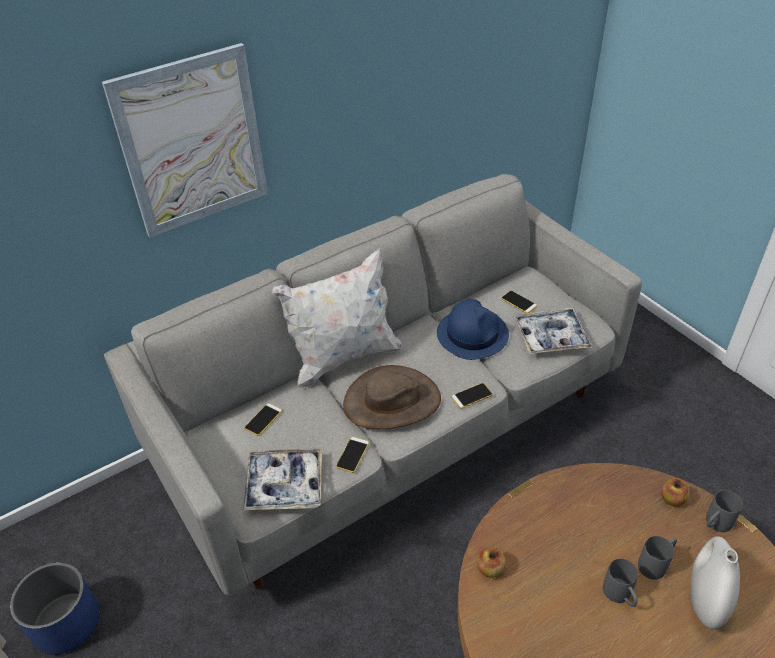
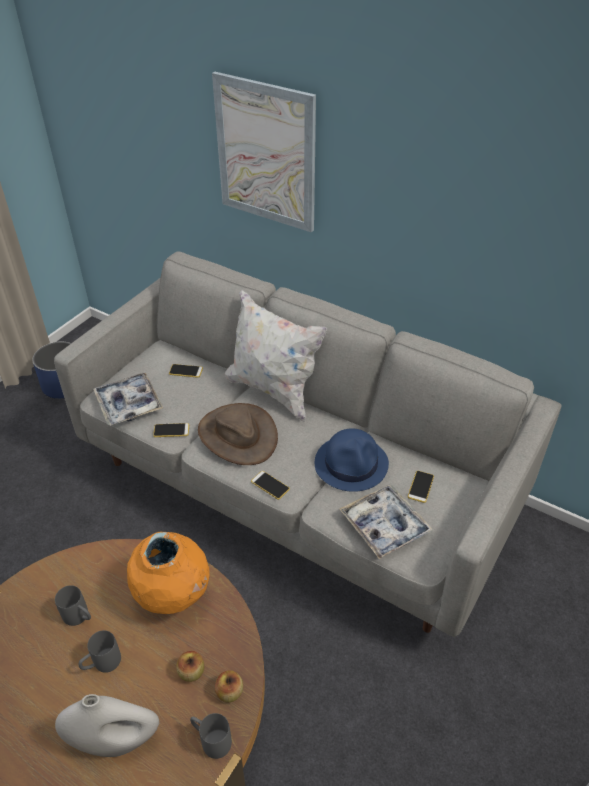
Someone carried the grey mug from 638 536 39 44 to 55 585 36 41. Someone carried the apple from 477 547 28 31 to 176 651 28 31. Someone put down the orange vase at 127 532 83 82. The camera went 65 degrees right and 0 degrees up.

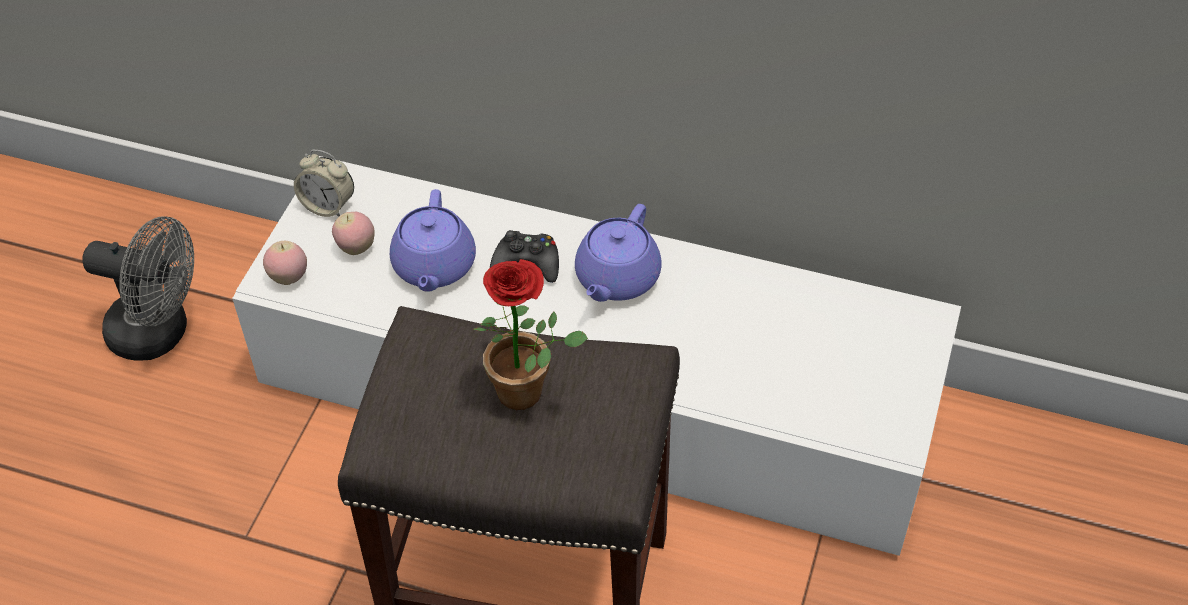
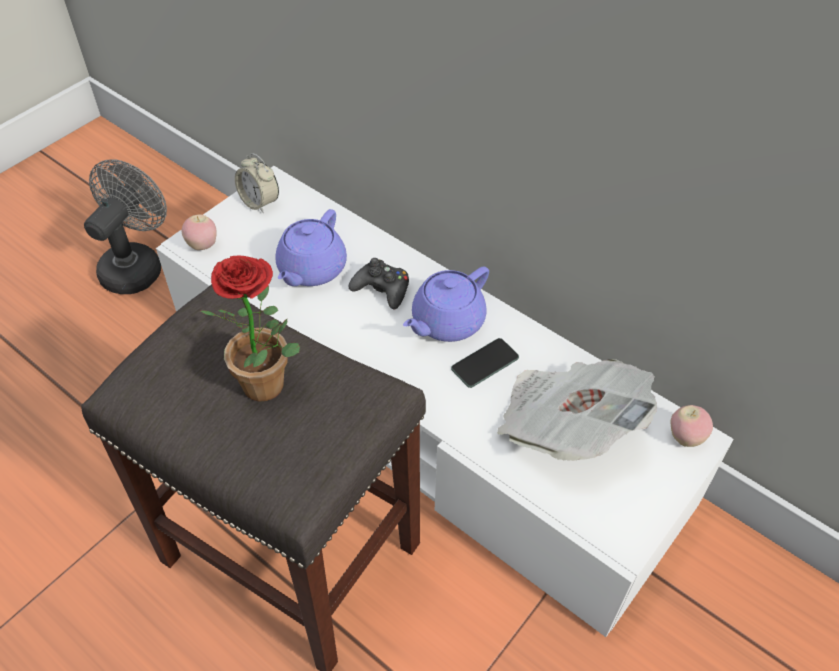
Someone carried the apple from 332 212 43 43 to 671 405 42 42. Someone rotated the grey fan at 82 216 112 145 by 105 degrees counterclockwise. Someone put down the phone at 451 338 68 50. Someone put down the newspaper at 497 359 160 102. The camera went 20 degrees right and 0 degrees up.

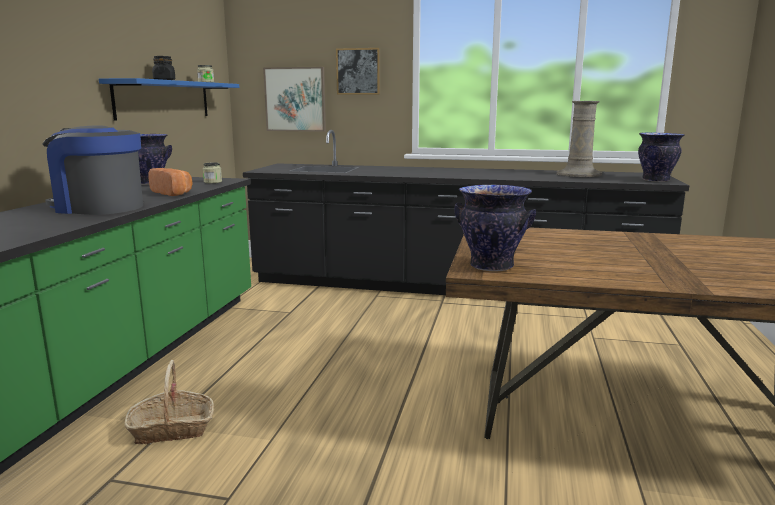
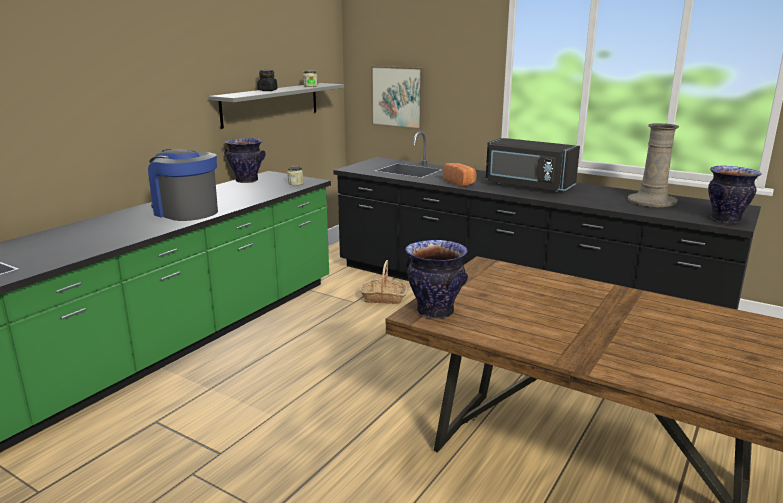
Someone took away the picture at 336 48 44 47. Someone repainted the blue shelf at 99 78 140 43, which became the grey shelf at 208 83 136 46. Someone carried the bread from 148 168 44 28 to 444 163 33 24. Someone carried the basket from 124 360 90 84 to 360 260 47 44. Someone put down the black microwave at 486 138 94 54. The camera went 20 degrees right and 5 degrees up.

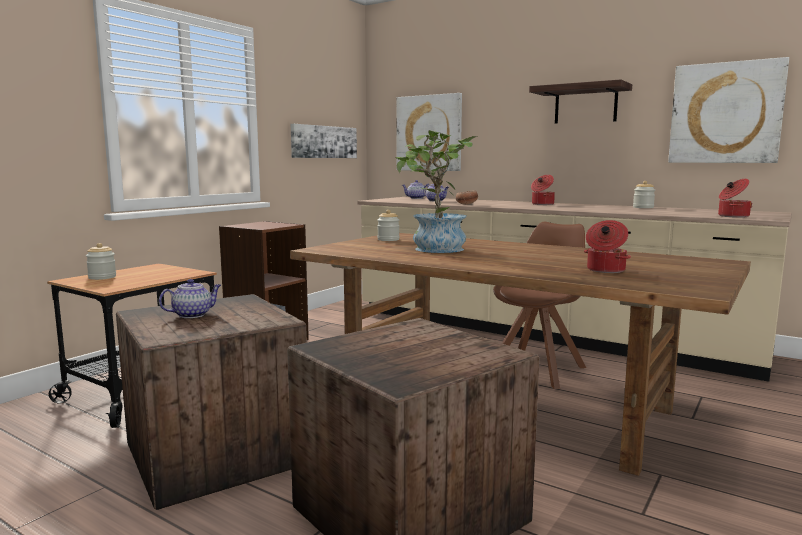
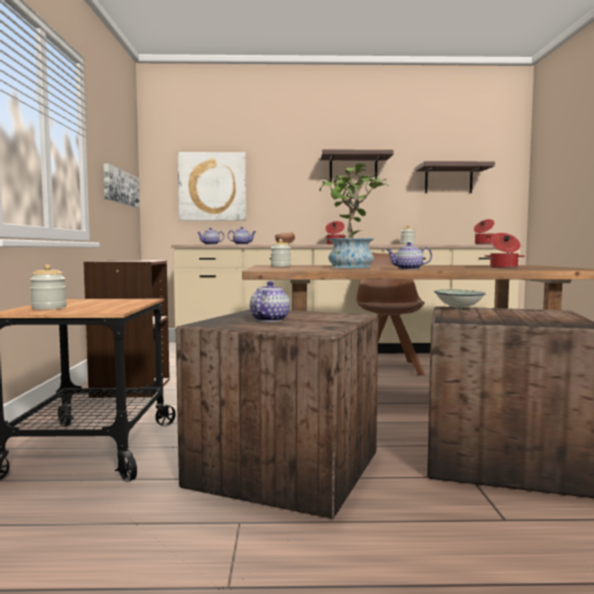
Someone swapped the picture at 668 57 121 106 for the shelf at 416 161 79 32. Someone put down the teapot at 386 242 46 28. Someone put down the bowl at 434 290 52 19. The camera went 35 degrees left and 5 degrees down.

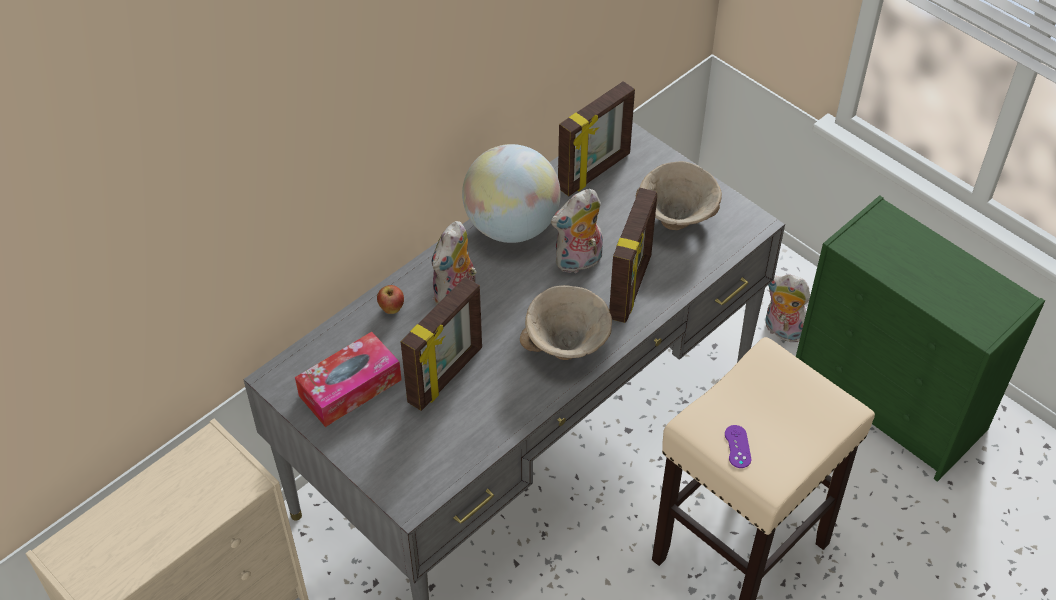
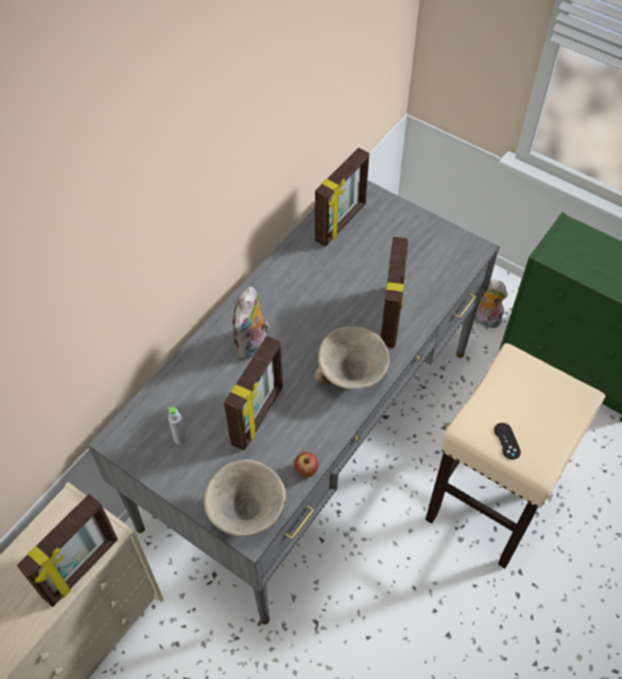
Someone took away the globe at 462 144 99 99. Someone carried the beige bowl from 636 161 86 69 to 203 459 83 78. Someone took away the plush toy at 551 189 52 84. Someone carried the apple from 377 285 27 29 to 294 452 24 26. Someone swapped the tissue box at 295 332 107 95 for the grey bottle at 167 407 20 38. Someone repainted the purple game controller at 725 425 26 43, which became the black game controller at 494 423 27 37. Someone put down the picture frame at 17 494 101 113. The camera went 10 degrees left and 5 degrees up.

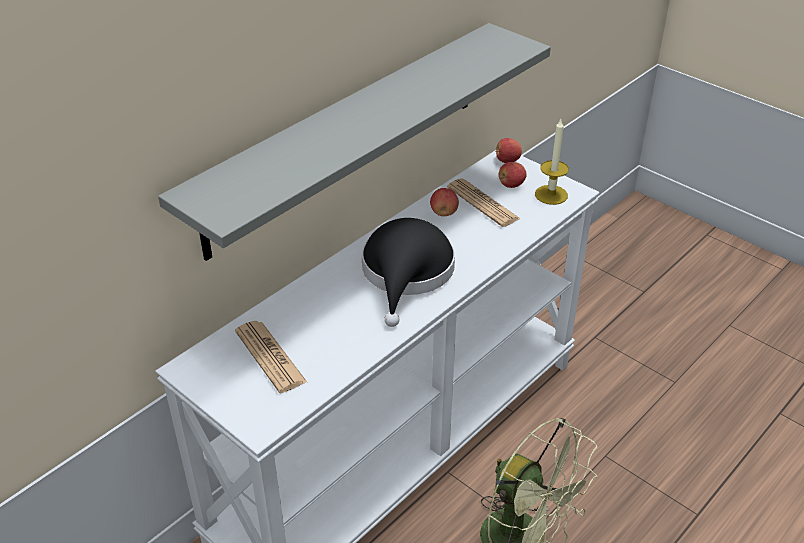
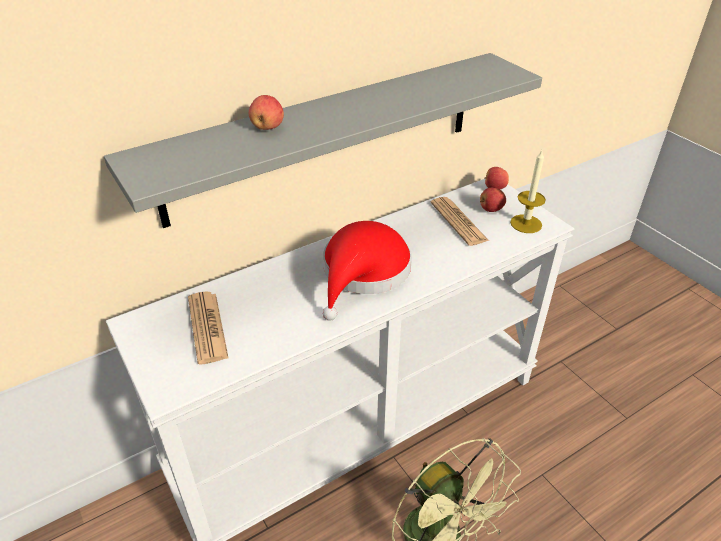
Someone carried the apple from 430 188 29 28 to 249 95 35 35. Someone repainted the black hat at 362 218 93 109, which became the red hat at 323 221 89 100. The camera went 15 degrees right and 0 degrees up.

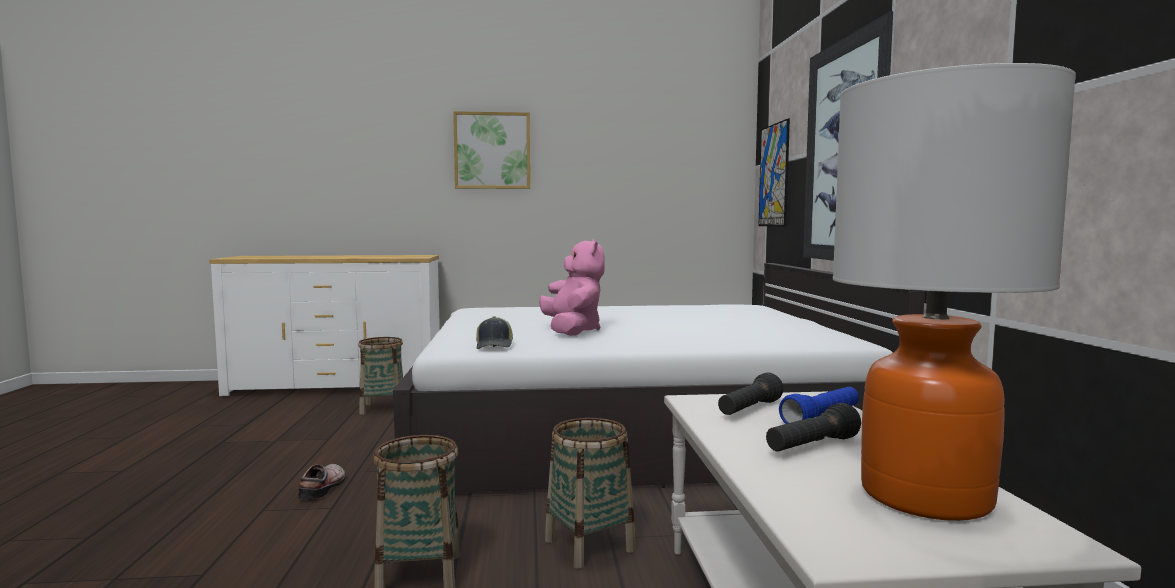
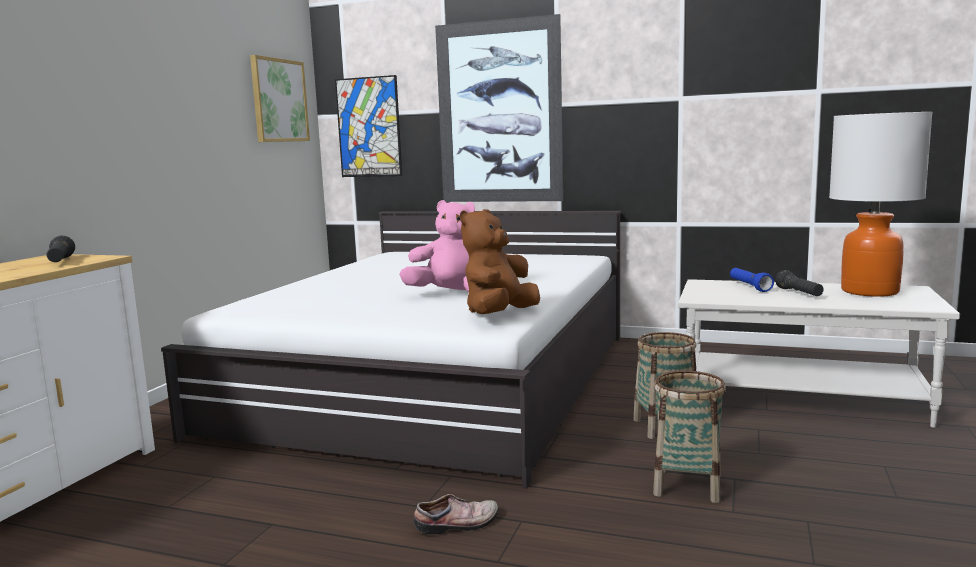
Someone carried the picture from 453 111 77 78 to 250 55 60 87. Someone swapped the cap at 476 316 37 33 for the brown plush toy at 460 209 80 105. Someone took away the basket at 358 337 45 78. Someone carried the black flashlight from 718 373 65 42 to 46 236 29 26. Someone rotated the shoe at 298 464 48 35 by 135 degrees clockwise. The camera went 65 degrees left and 5 degrees up.

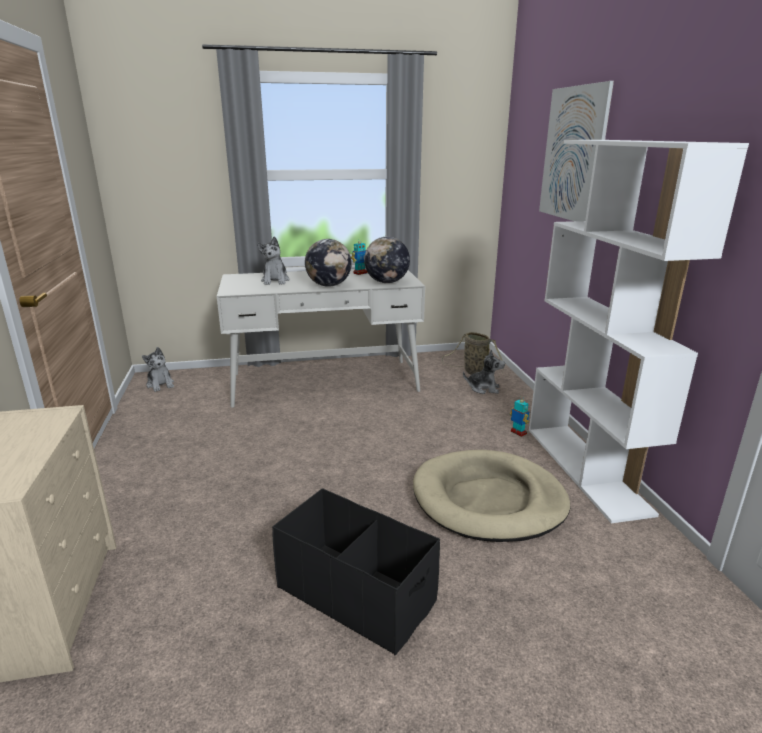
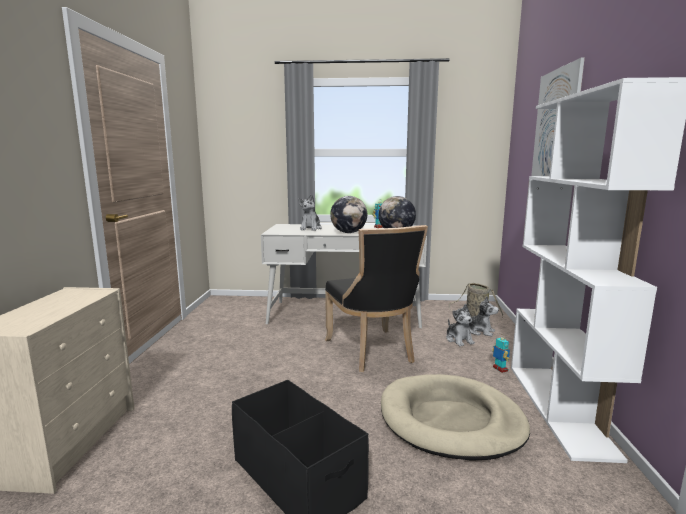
Someone carried the plush toy from 142 347 32 45 to 446 304 29 42. Someone put down the black chair at 325 225 103 147. The camera went 15 degrees right and 10 degrees down.

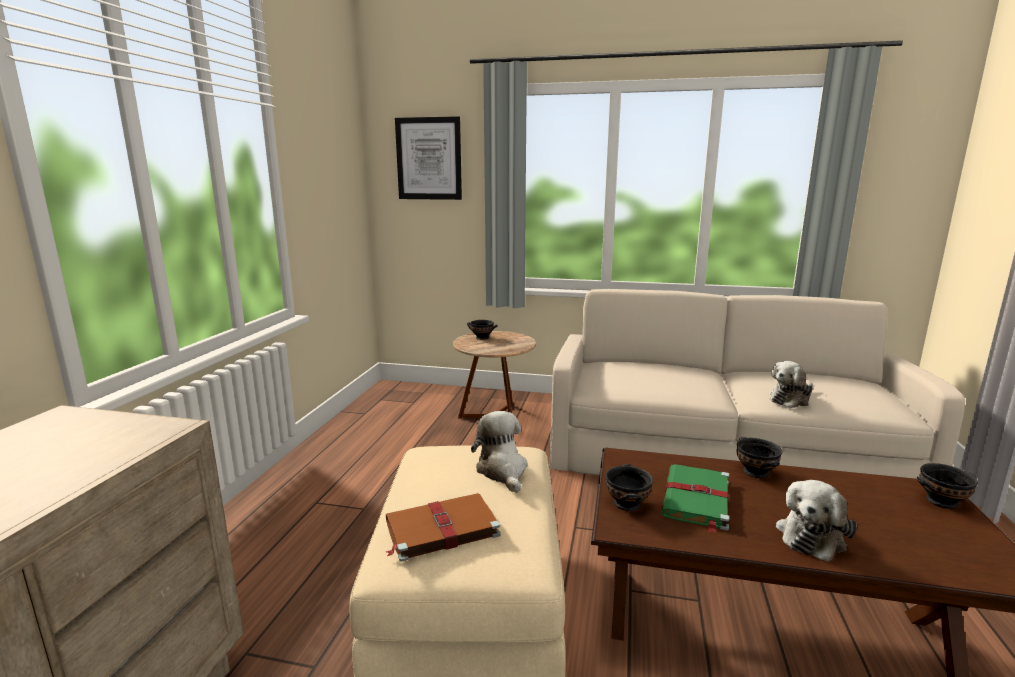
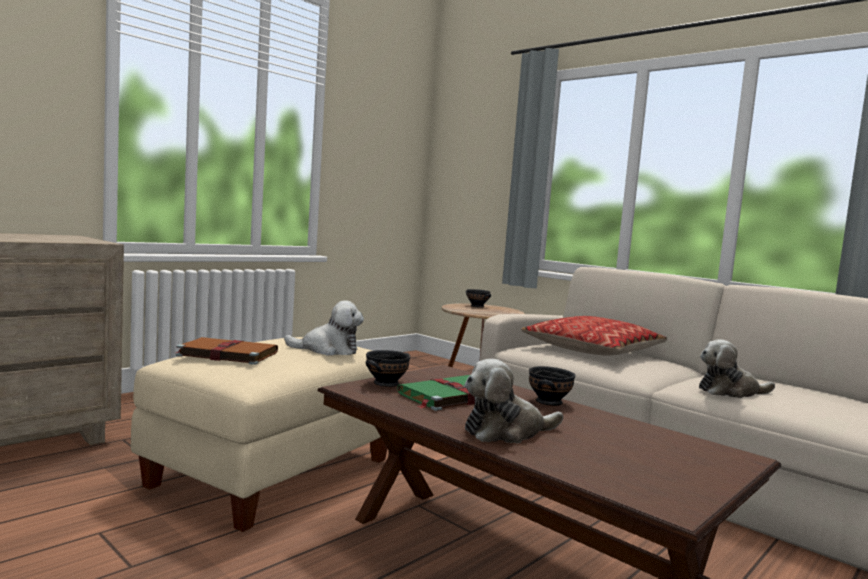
Someone took away the picture at 395 116 67 84. Someone rotated the plush toy at 471 411 56 82 by 75 degrees clockwise. Someone took away the black bowl at 917 463 61 46. Someone put down the pillow at 521 316 146 40. The camera went 30 degrees right and 10 degrees down.

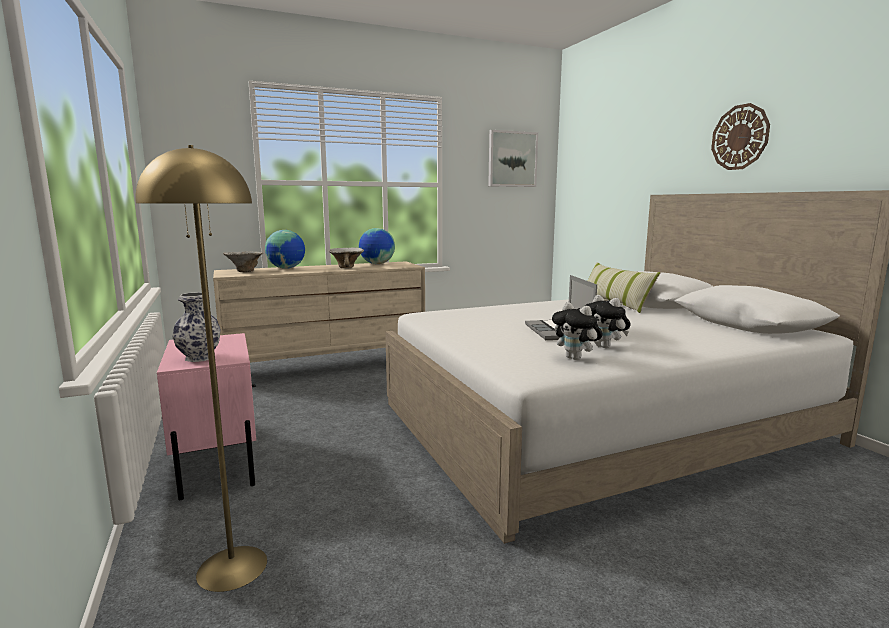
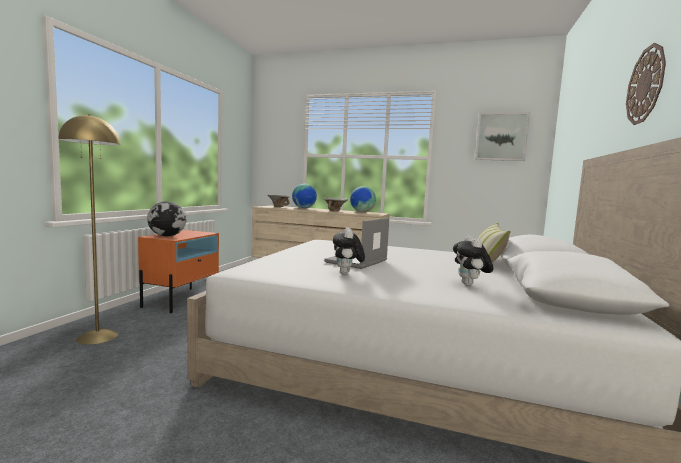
Someone swapped the vase at 173 292 48 70 for the globe at 147 201 40 35. Someone carried the plush toy from 552 302 51 58 to 453 236 40 50. Someone repainted the pink nightstand at 157 333 99 167, which became the orange nightstand at 138 230 81 83. The camera went 40 degrees right and 5 degrees down.

